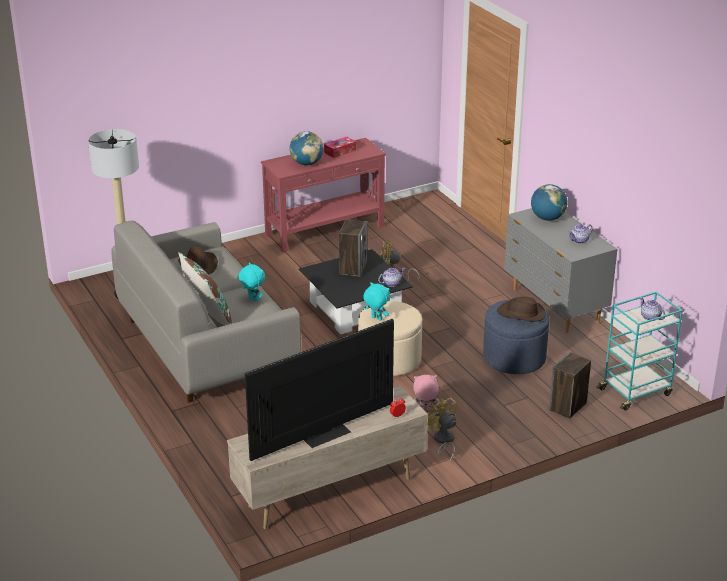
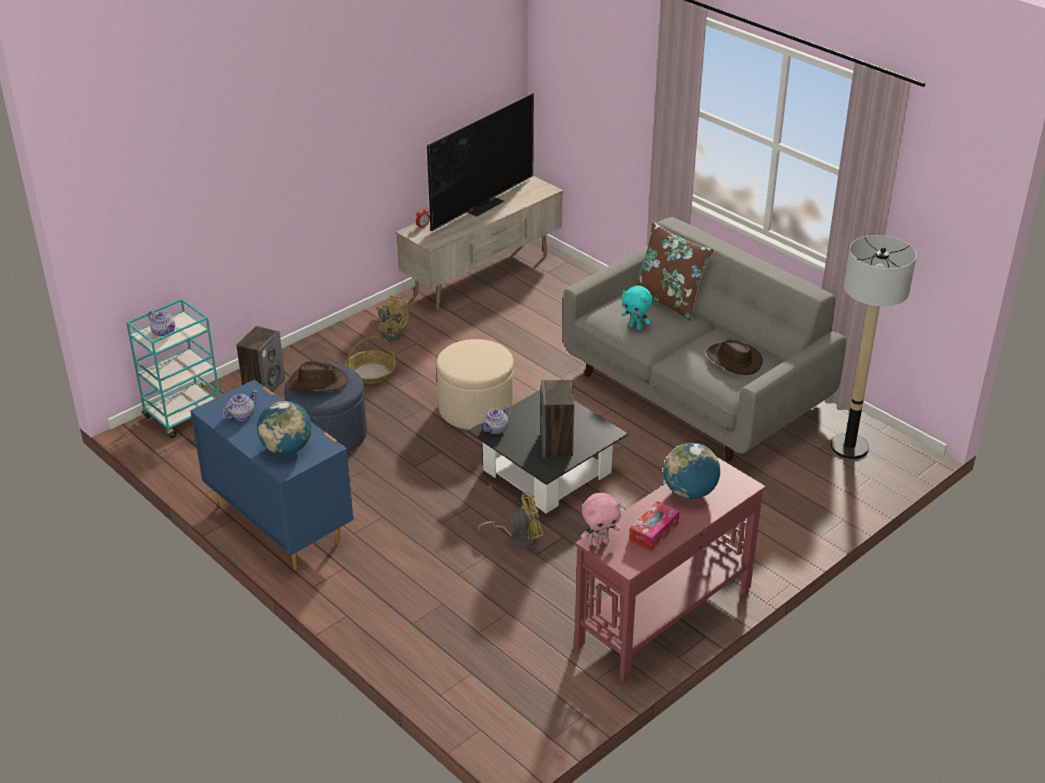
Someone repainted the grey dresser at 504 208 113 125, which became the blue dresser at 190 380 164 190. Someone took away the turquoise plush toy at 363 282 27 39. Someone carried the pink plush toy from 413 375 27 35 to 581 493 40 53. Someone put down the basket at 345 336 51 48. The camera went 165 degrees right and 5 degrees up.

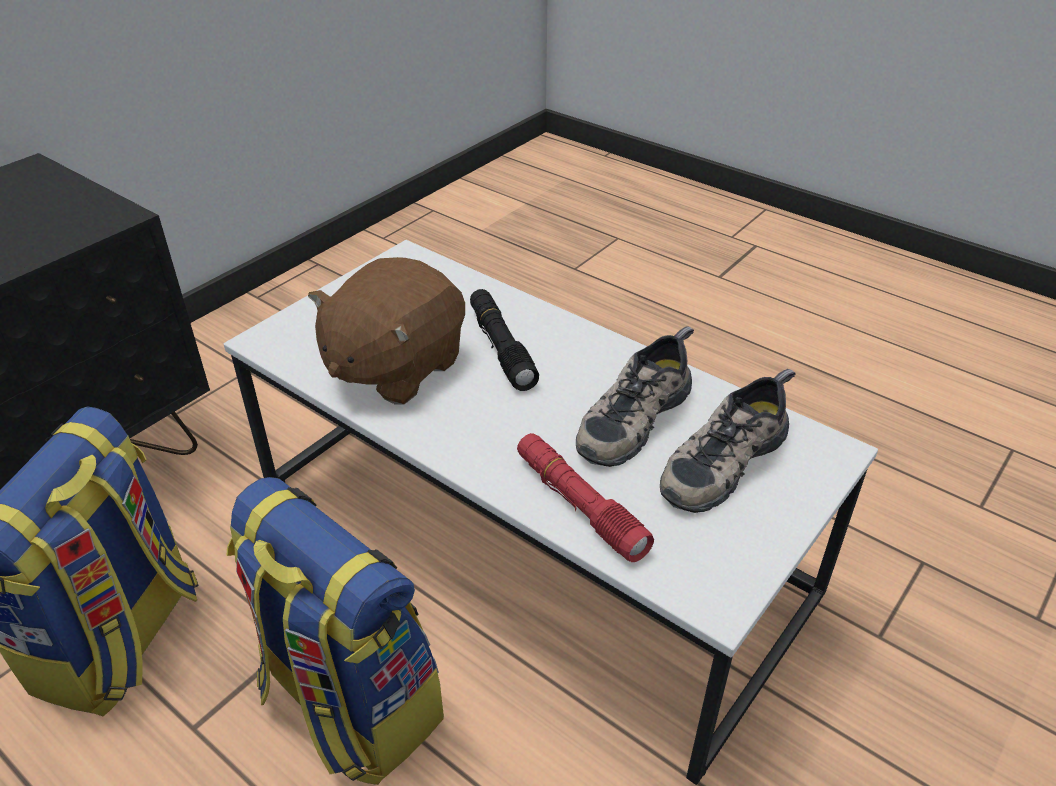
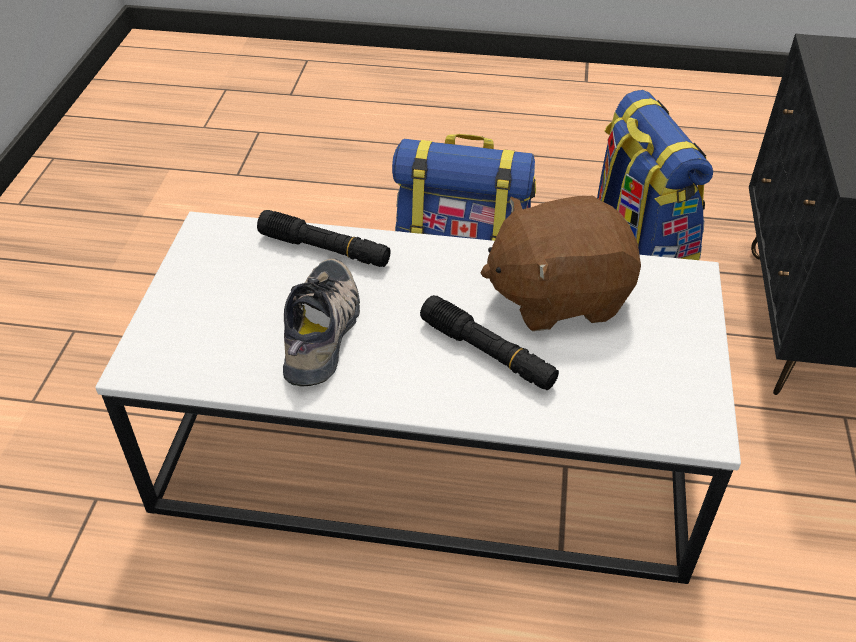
Someone rotated the brown plush toy at 308 257 157 148 by 105 degrees counterclockwise. Someone took away the shoe at 660 369 135 144. Someone repainted the red flashlight at 517 433 137 129, which became the black flashlight at 257 210 134 57. The camera went 150 degrees right and 5 degrees up.

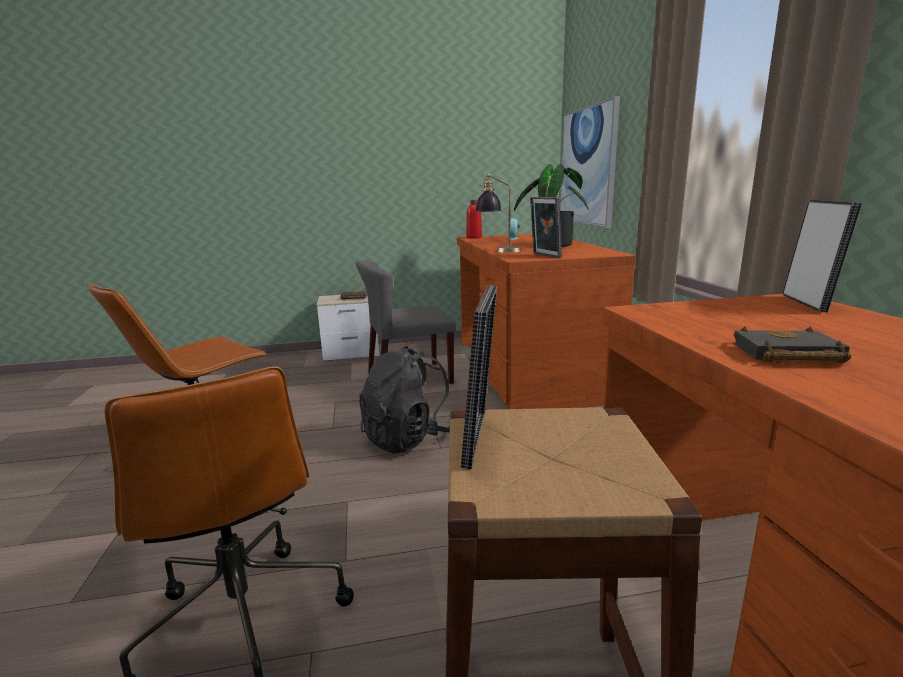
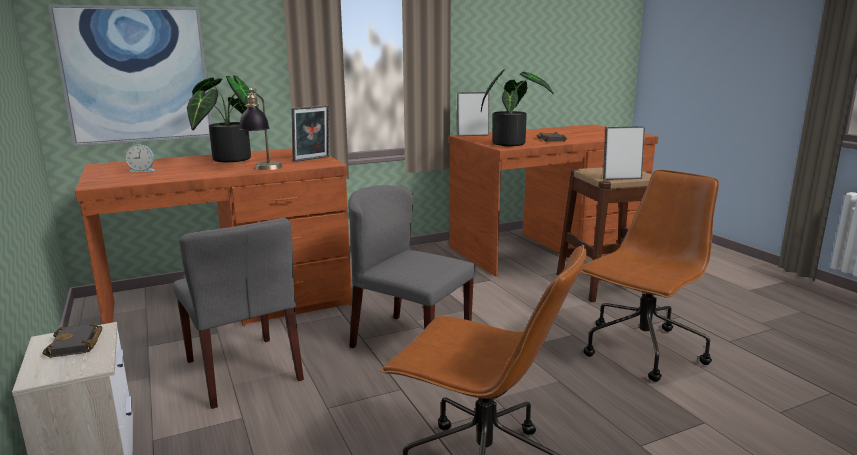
Someone took away the red bottle at 466 200 16 39. Someone swapped the black backpack at 359 346 91 108 for the grey chair at 348 185 127 163. Someone put down the potted plant at 481 69 73 77. The camera went 105 degrees left and 0 degrees up.

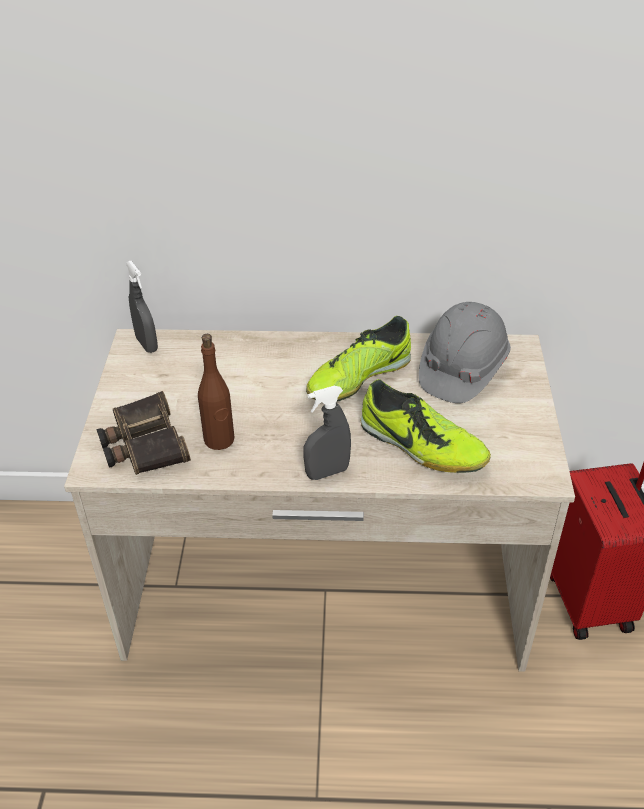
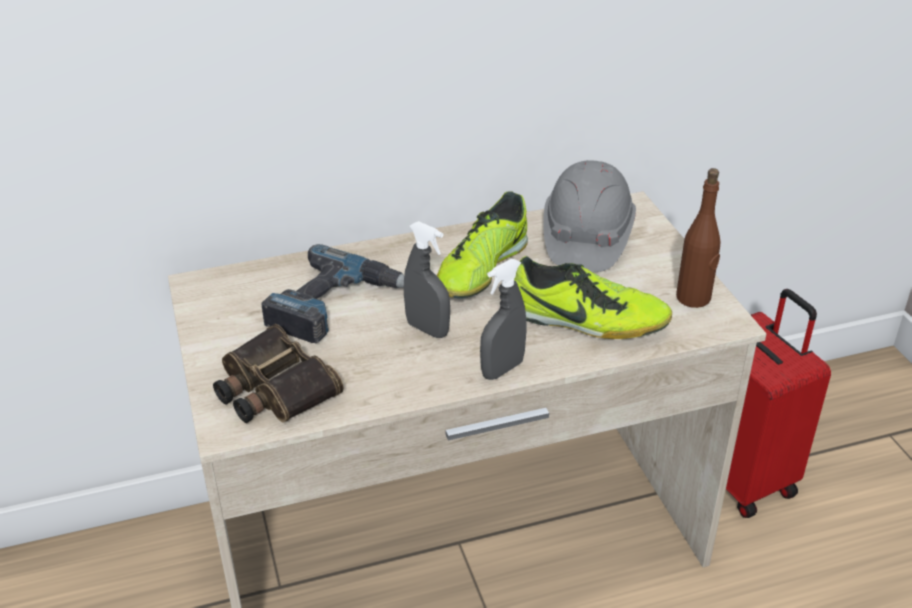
Someone carried the grey spray bottle from 126 261 32 92 to 404 221 46 117. Someone carried the brown bottle from 198 334 37 116 to 676 168 44 140. Someone put down the power drill at 261 244 143 99. The camera went 20 degrees left and 5 degrees down.

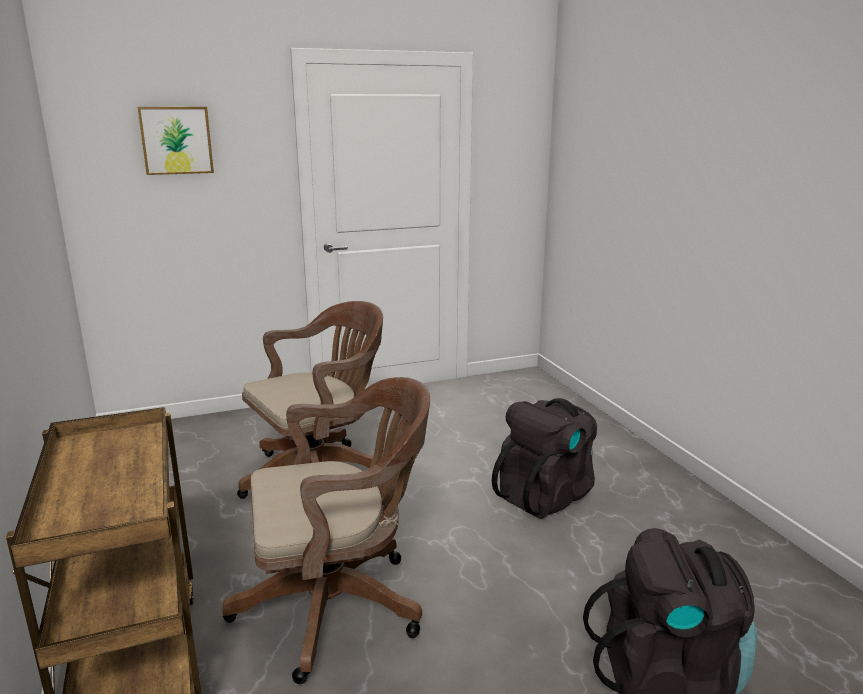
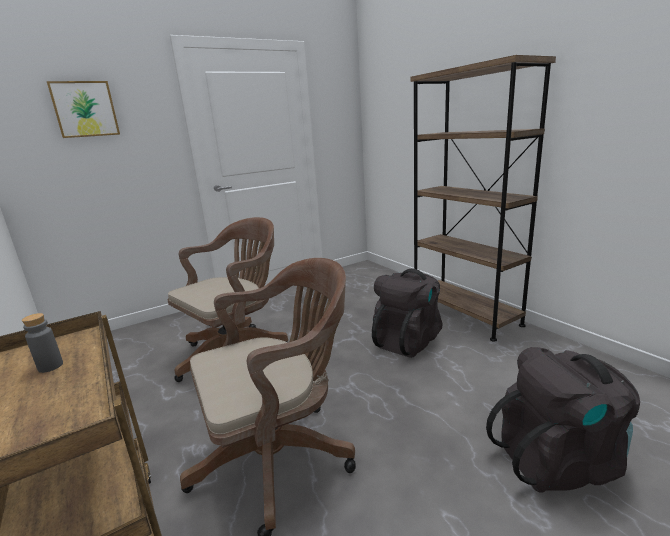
Someone put down the brown bookcase at 410 55 146 287. Someone put down the grey bottle at 22 313 41 60. The camera went 10 degrees left and 0 degrees up.

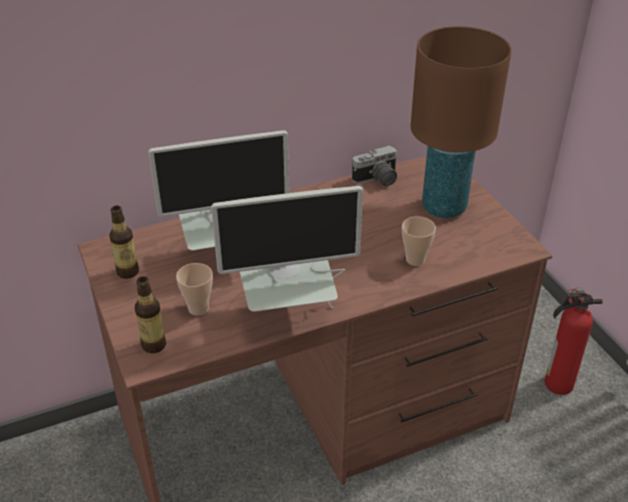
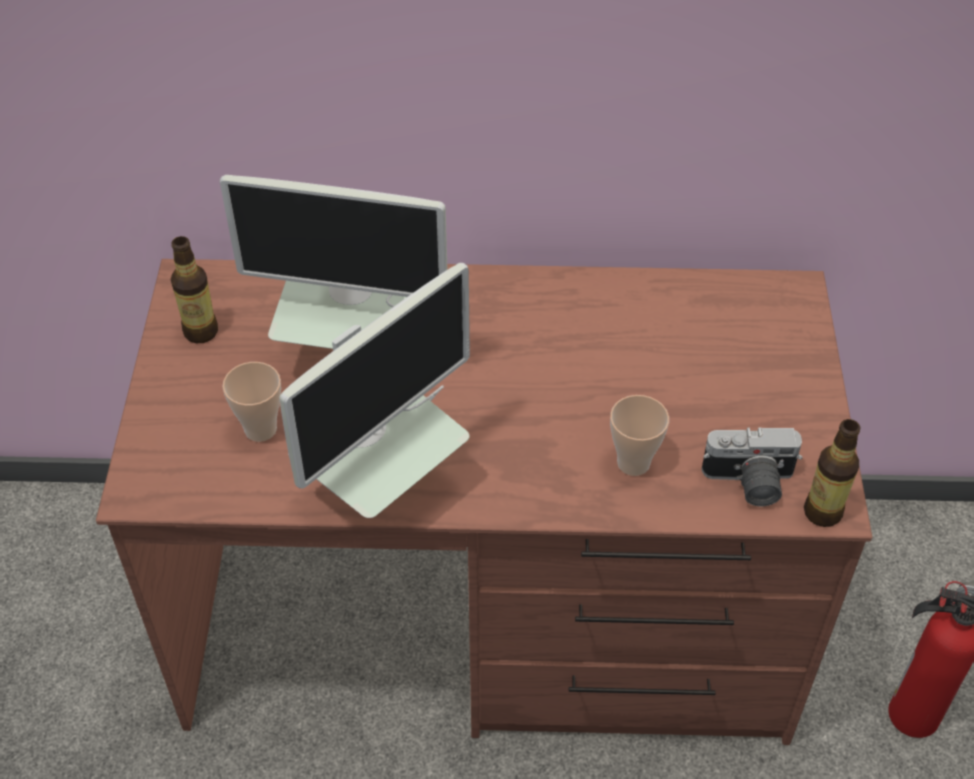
Someone took away the brown table lamp at 411 26 101 192. Someone carried the photo camera from 352 146 47 40 to 702 427 100 79. Someone rotated the monitor at 211 186 152 126 by 60 degrees counterclockwise. Someone carried the bottle from 135 276 31 77 to 804 419 56 108. The camera went 25 degrees right and 10 degrees up.

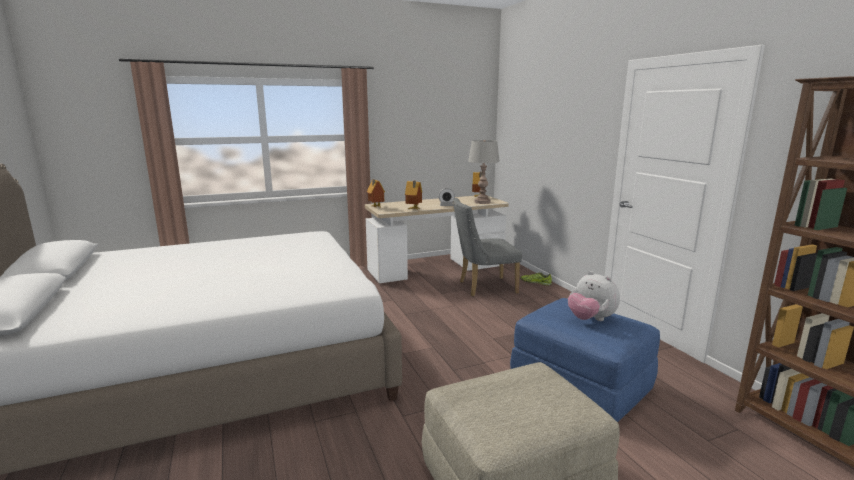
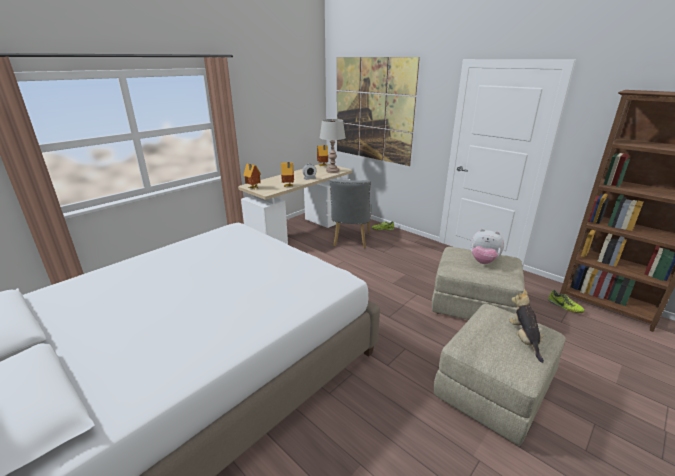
Someone rotated the grey chair at 453 198 69 99 by 45 degrees counterclockwise. Someone repainted the blue ottoman at 510 298 150 124, which became the beige ottoman at 432 247 93 73. Someone put up the picture at 337 57 83 109. Someone put down the plush toy at 509 289 35 74. Someone put down the shoe at 548 290 37 23. The camera went 25 degrees left and 10 degrees up.

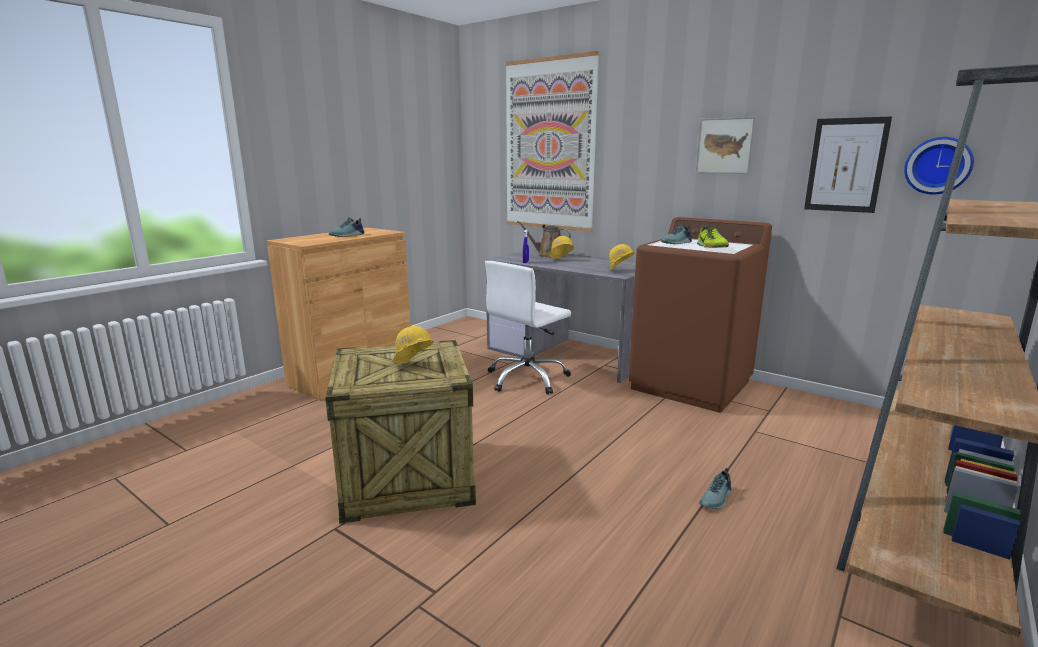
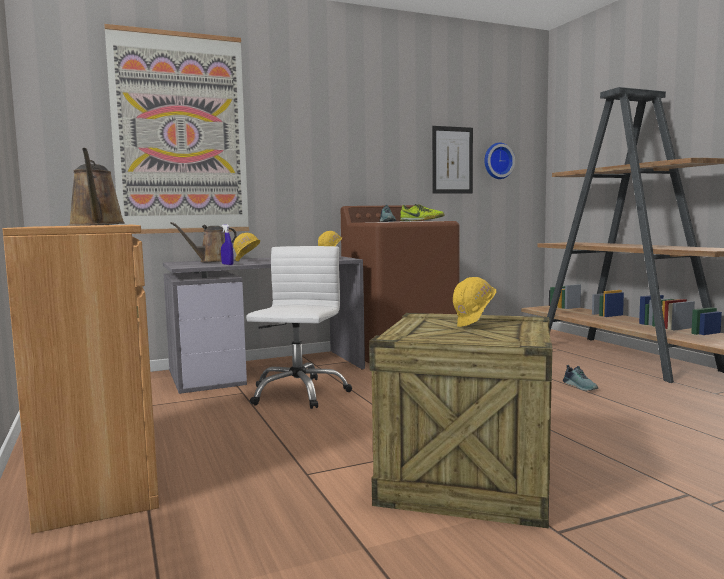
Someone took away the picture at 696 117 60 57. Someone swapped the shoe at 329 217 35 20 for the brown watering can at 69 148 56 78. Someone rotated the white office chair at 485 260 86 134 by 150 degrees counterclockwise. The camera went 60 degrees left and 10 degrees down.

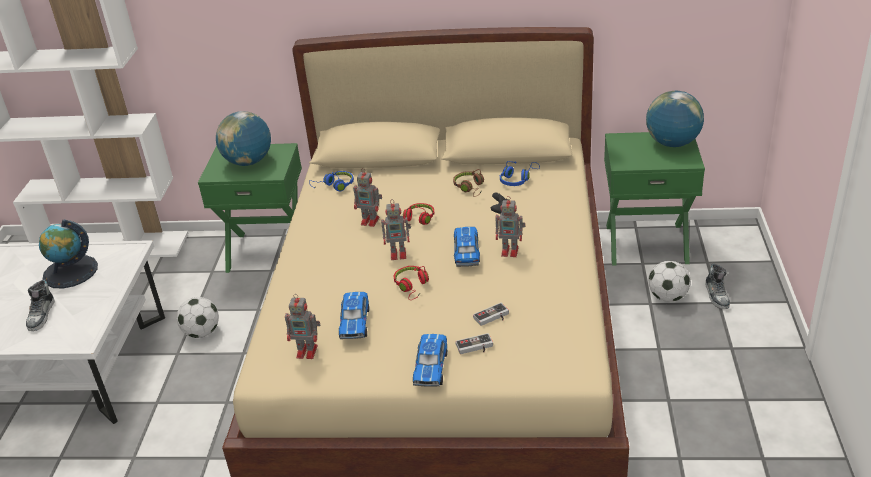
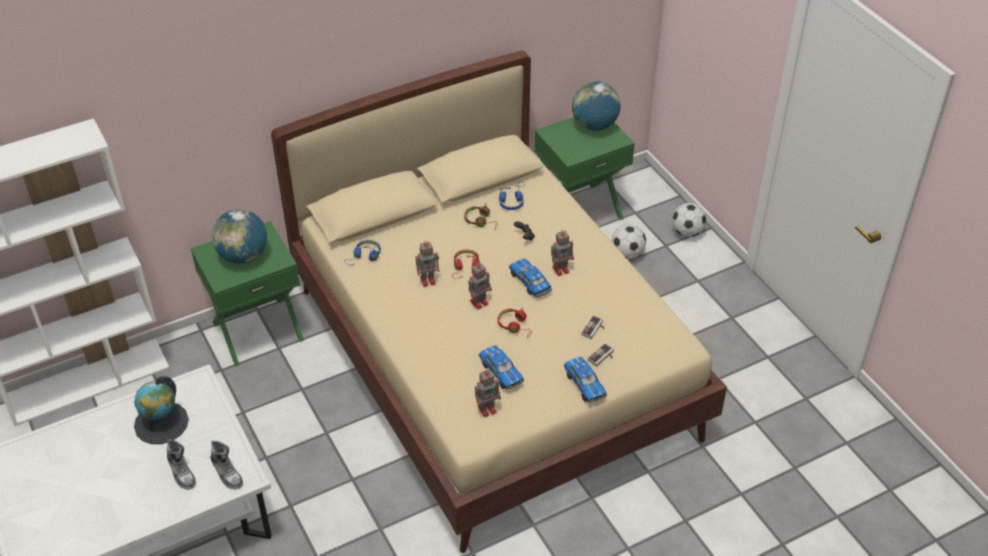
Someone carried the shoe from 705 264 25 45 to 210 440 33 50. Someone carried the football from 177 297 42 41 to 672 203 35 34. The camera went 35 degrees left and 10 degrees up.

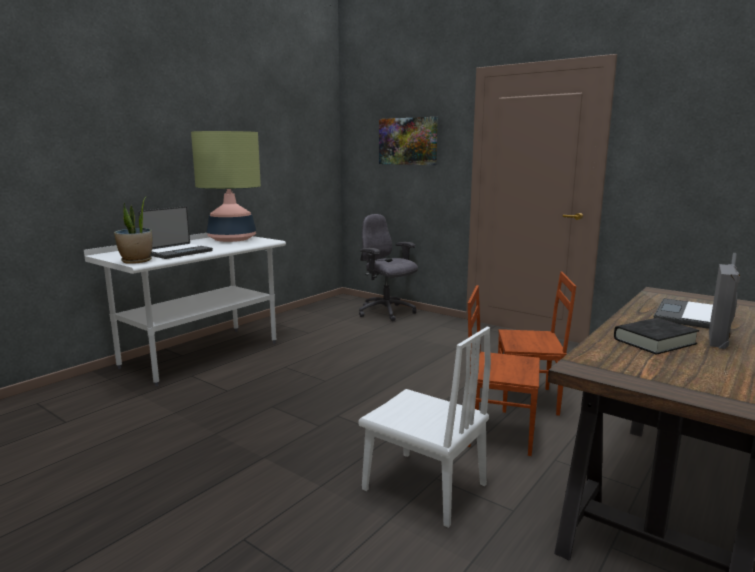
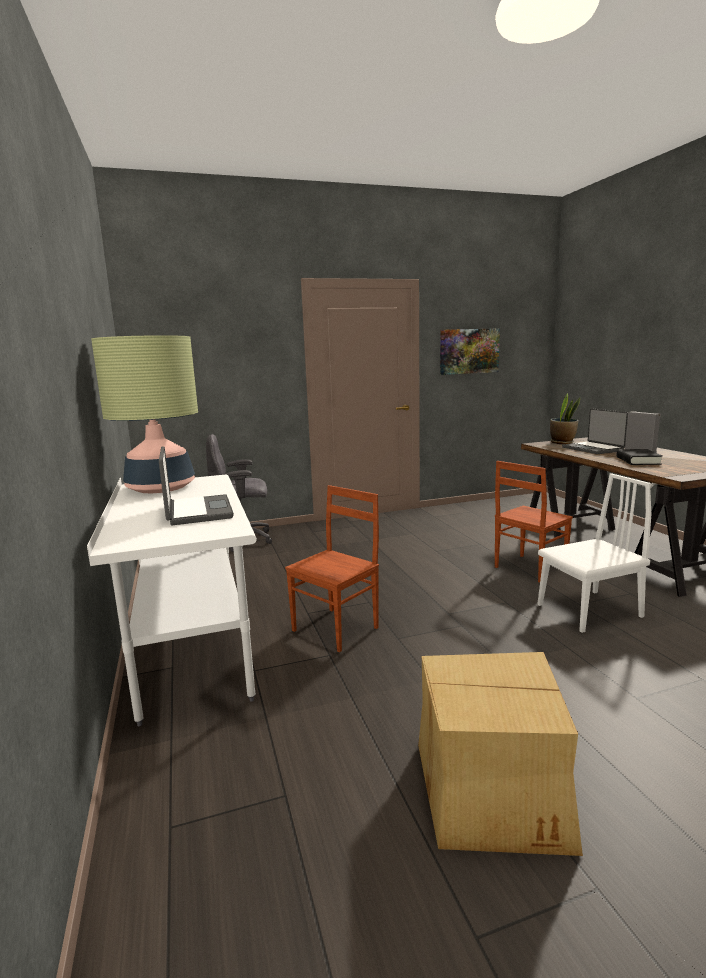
Someone carried the picture from 379 117 59 48 to 440 328 60 47. Someone carried the potted plant from 114 196 38 68 to 550 393 30 51. Someone carried the brown chair from 498 272 78 144 to 285 485 94 167. Someone put down the cardboard box at 418 652 165 204. The camera went 55 degrees left and 0 degrees up.

